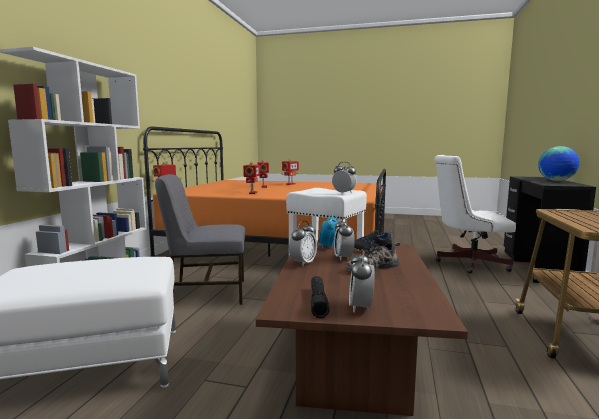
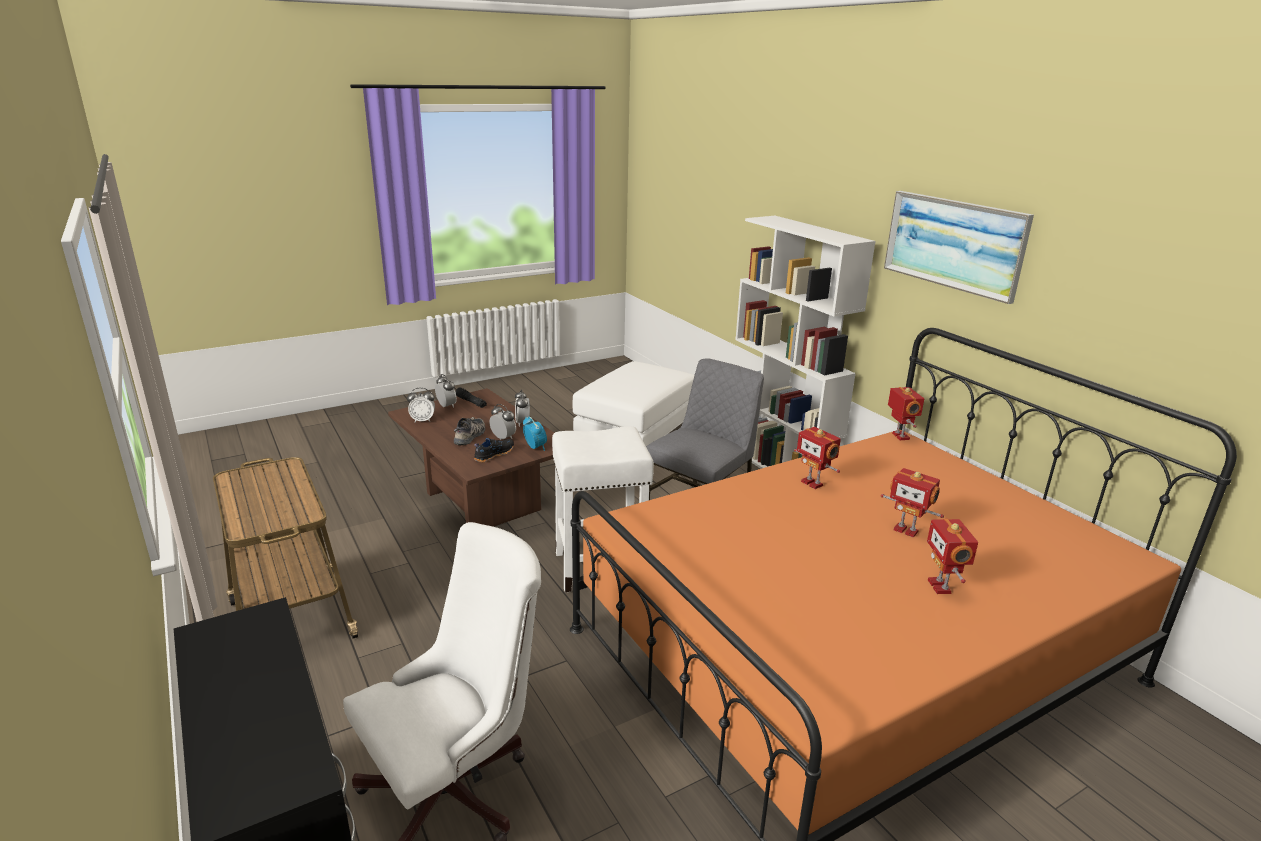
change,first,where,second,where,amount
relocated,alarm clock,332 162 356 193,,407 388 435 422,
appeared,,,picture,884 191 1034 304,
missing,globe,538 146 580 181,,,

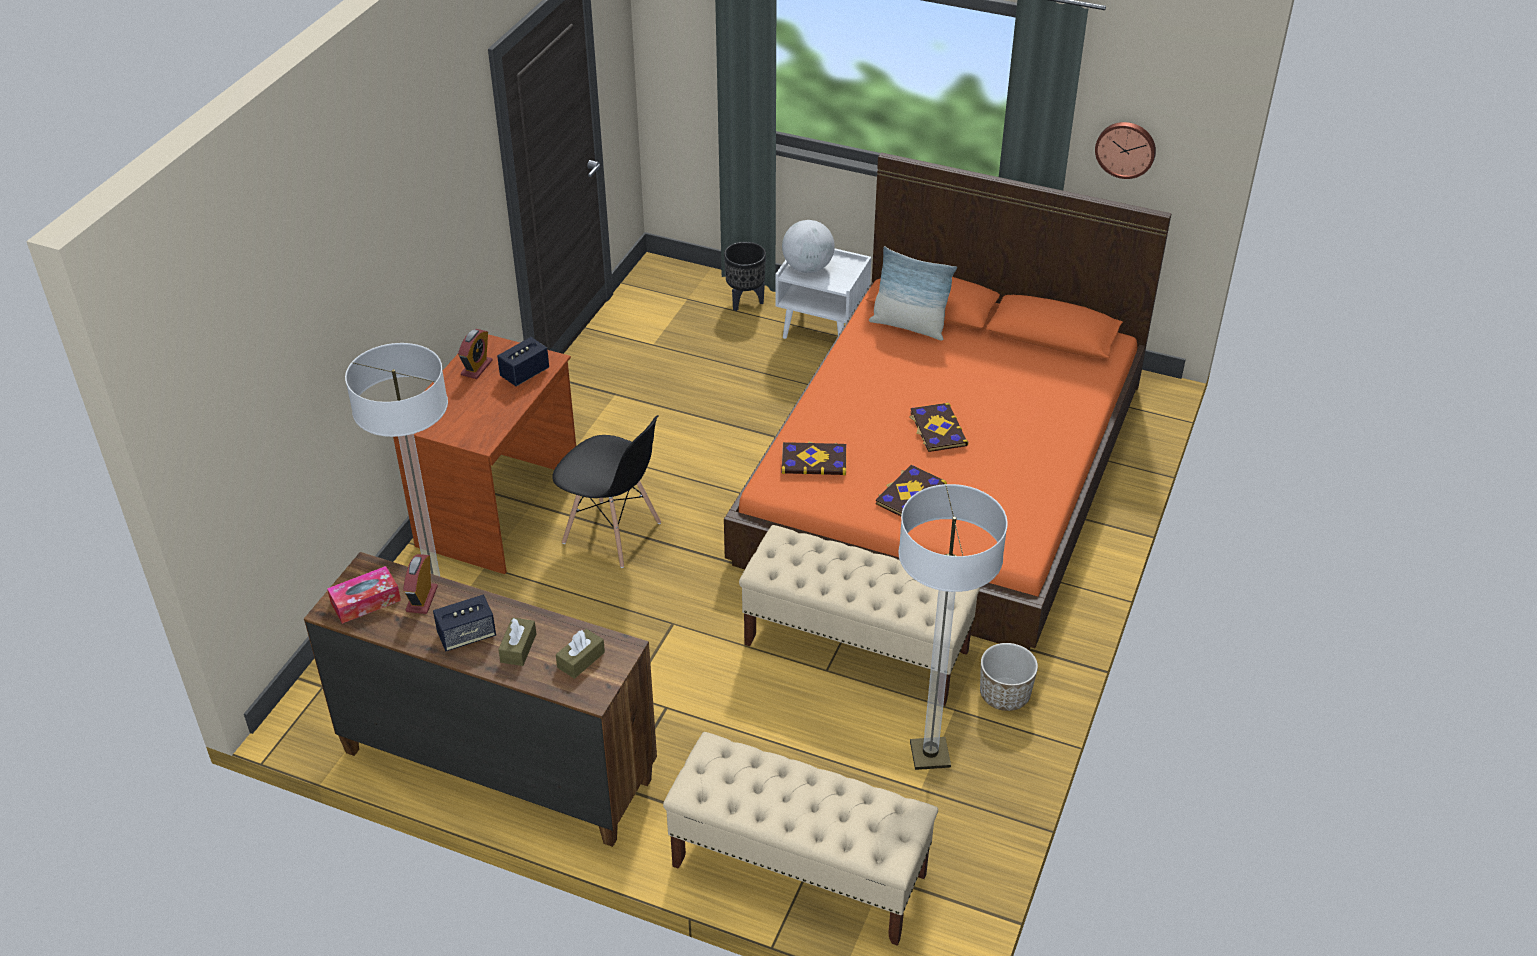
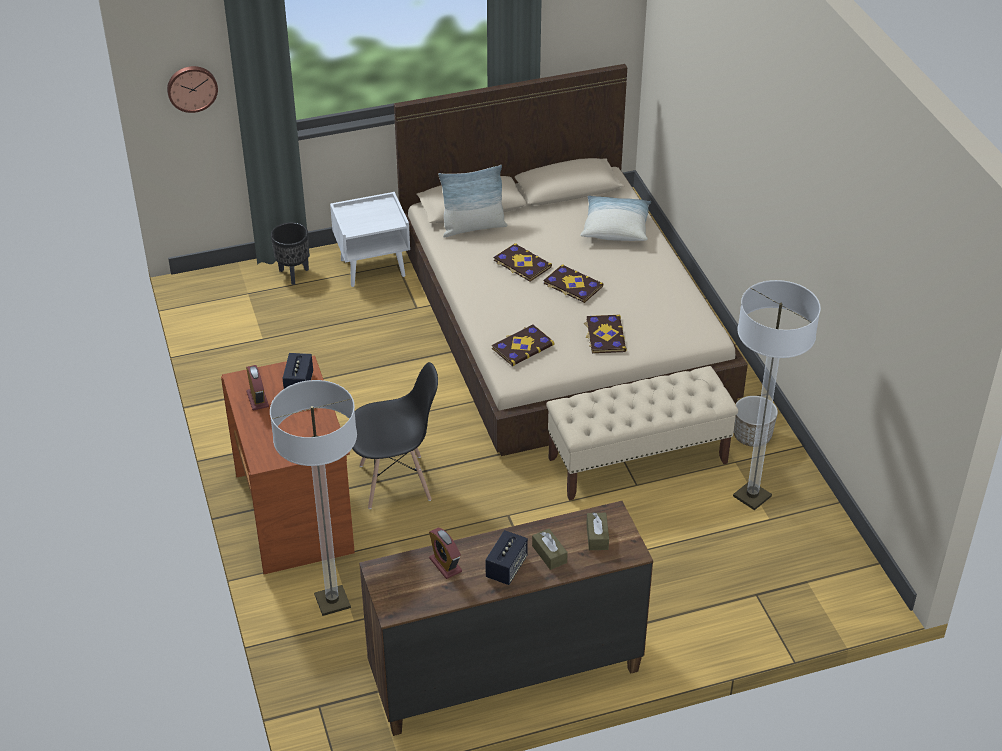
change,first,where,second,where,amount
relocated,wall clock,1095 122 1156 179,,167 66 218 113,
colour,bed (orange),724 152 1171 650,bed (beige),394 64 748 456,
appeared,,,book,494 243 552 282,
appeared,,,pillow,580 195 651 241,
missing,tissue box,327 566 401 624,,,
missing,bench (beige),663 732 938 946,,,
missing,globe,782 220 835 273,,,

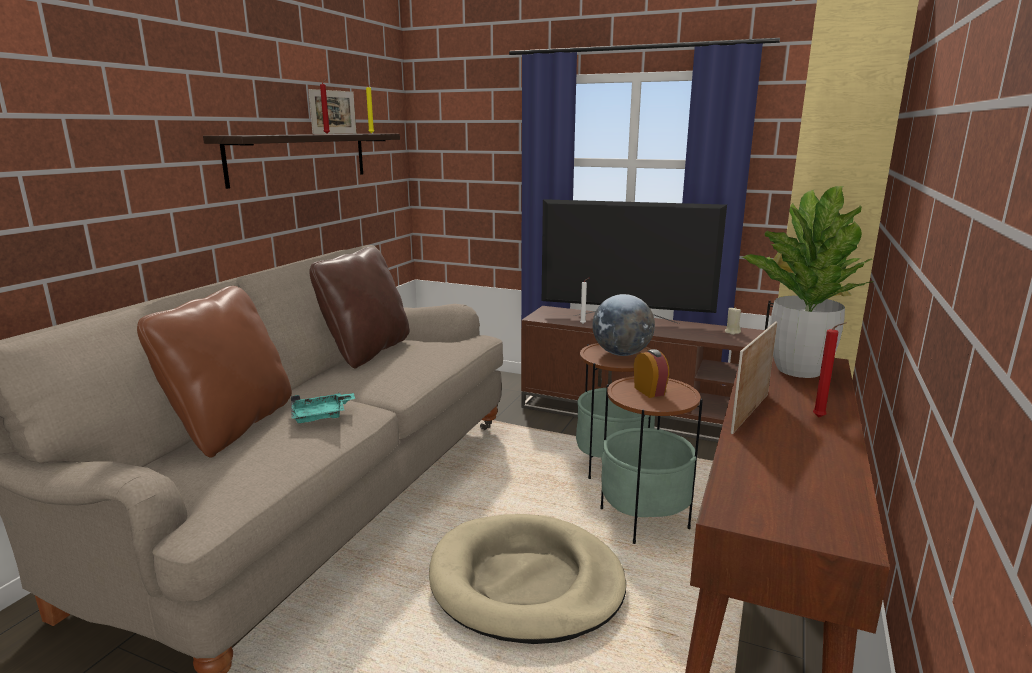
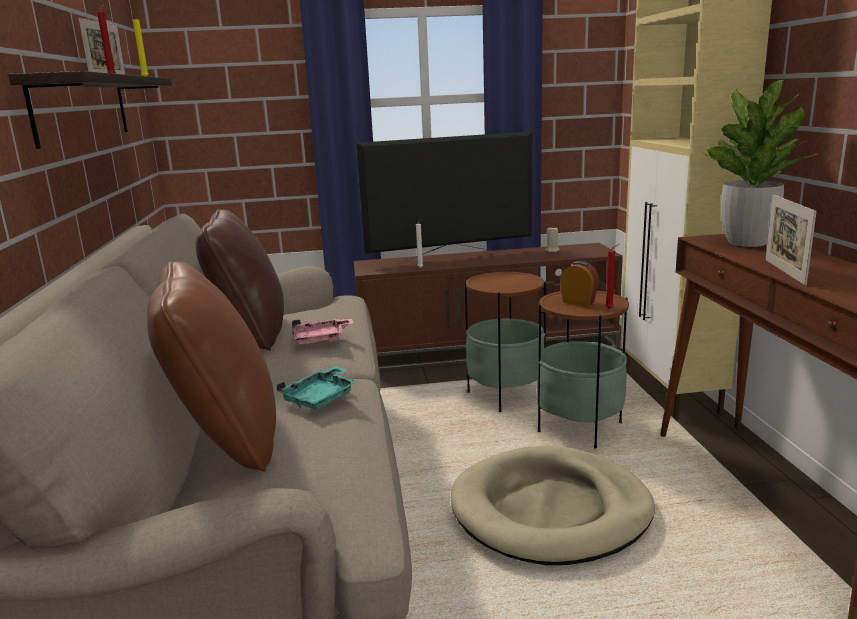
change,first,where,second,where,amount
appeared,,,tray (pink),292 318 353 344,
relocated,candle (red),813 322 846 417,,605 244 619 309,
missing,globe,592 294 655 356,,,

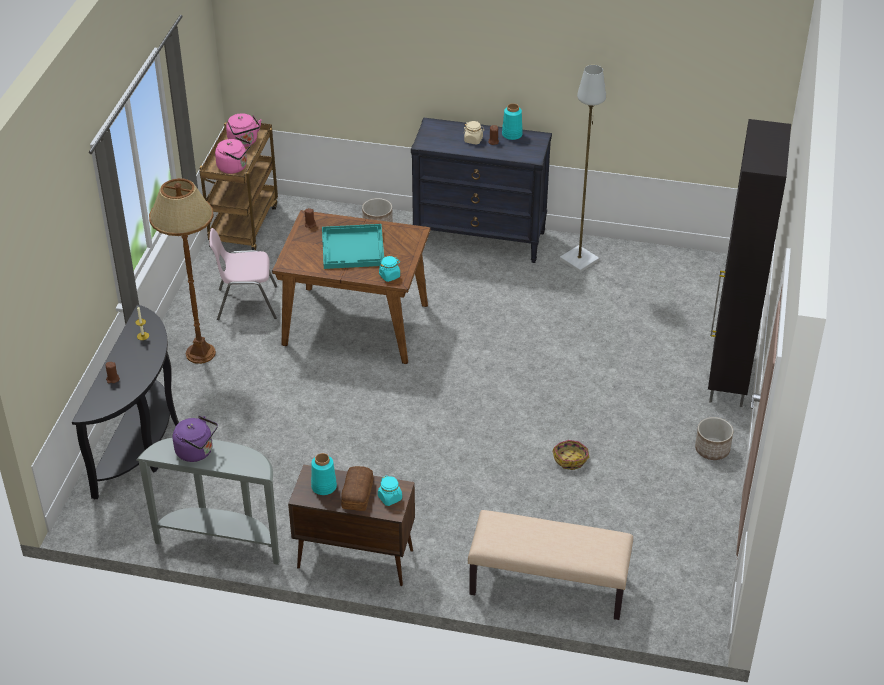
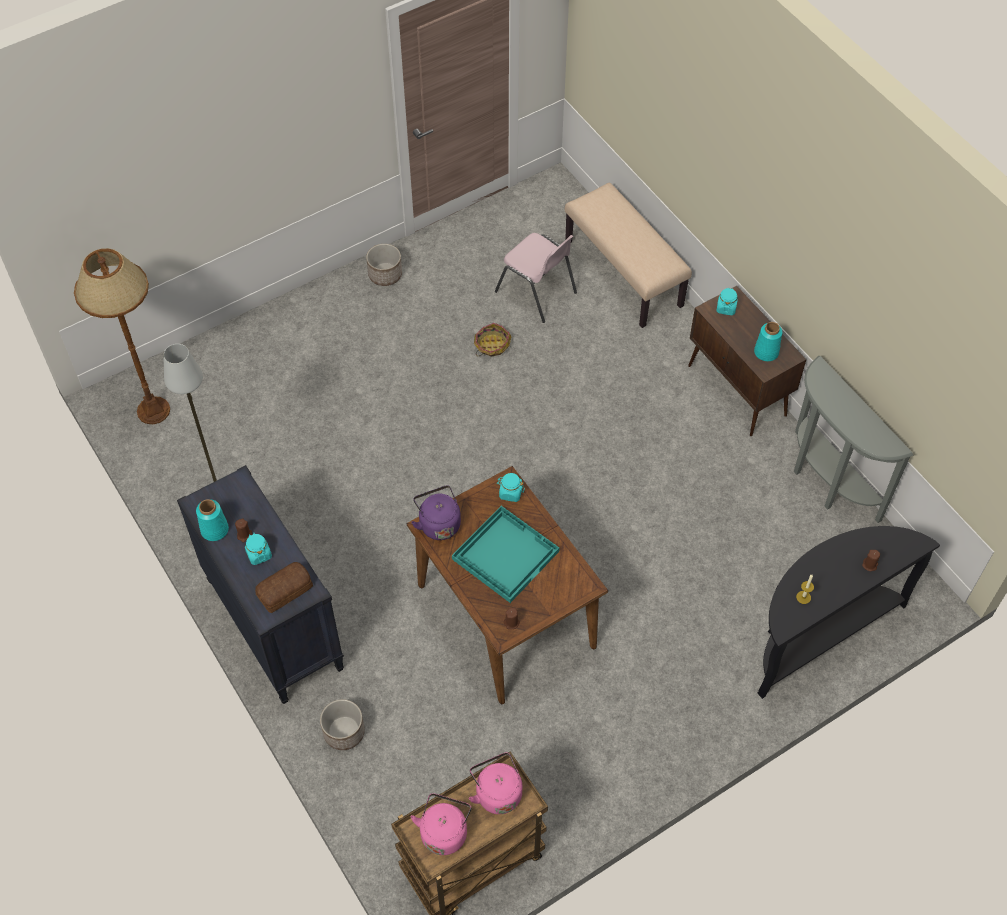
change,first,where,second,where,amount
relocated,floor lamp (brown),149 178 216 364,,74 248 170 424,
colour,jar (beige),463 121 484 145,jar (turquoise),245 533 272 565,
relocated,bread,341 466 373 511,,255 562 313 613,
relocated,kettle (purple),172 416 218 462,,411 485 461 540,
relocated,chair (pink),210 228 277 320,,495 233 577 323,
missing,cabinet (black),708 119 791 407,,,

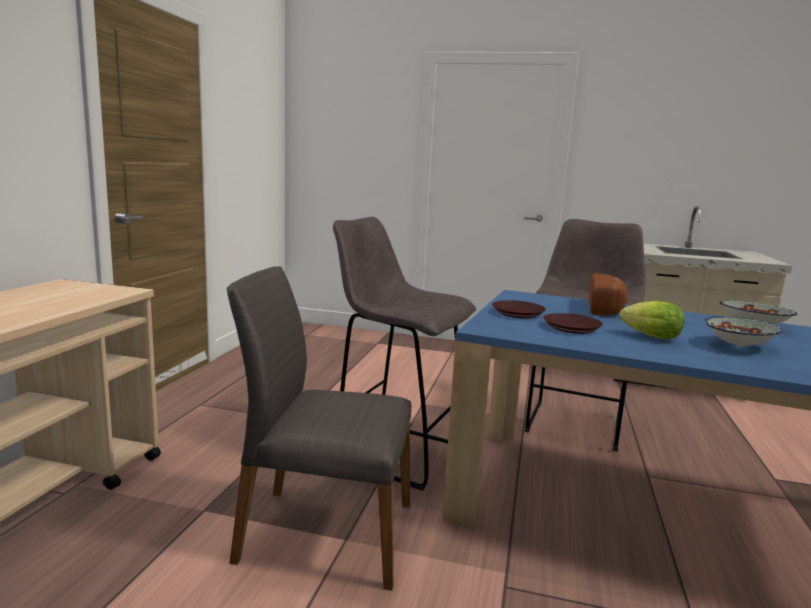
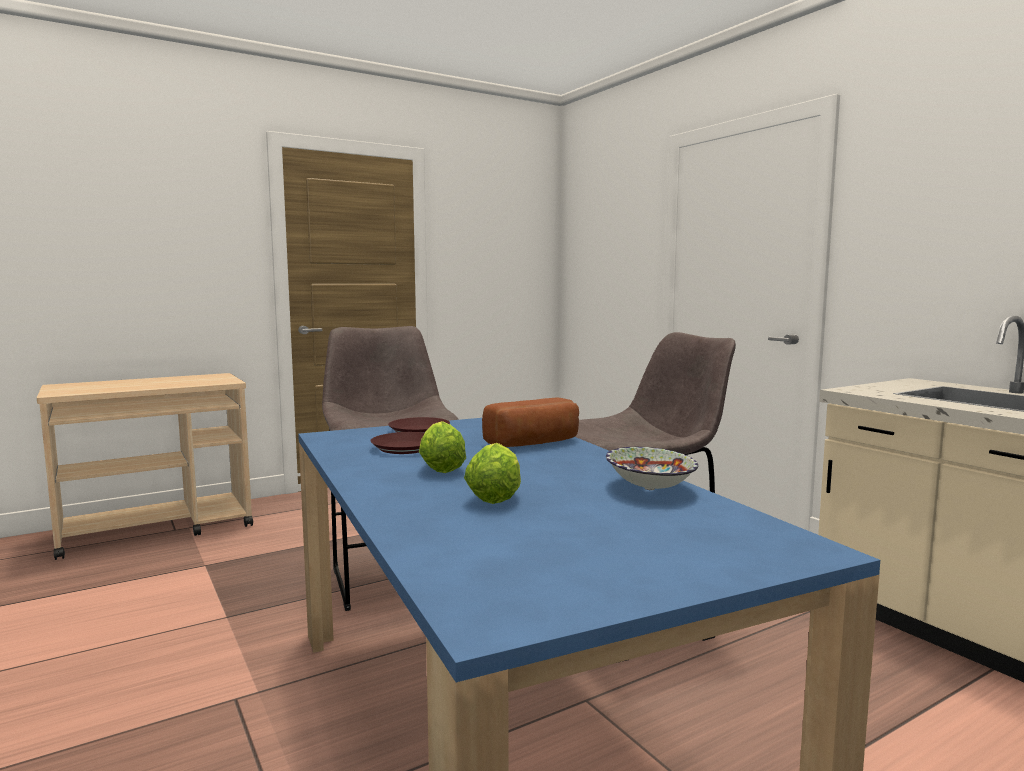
change,first,where,second,where,amount
exchanged,bowl,706 317 782 347,lettuce,464 443 521 504,
missing,chair (grey),227 266 411 590,,,

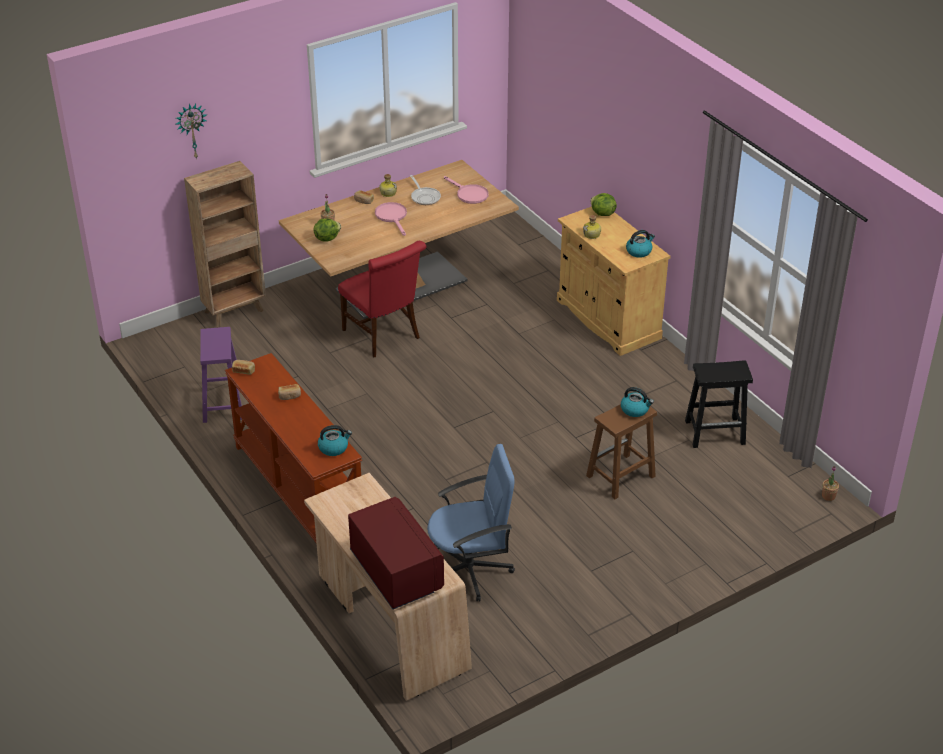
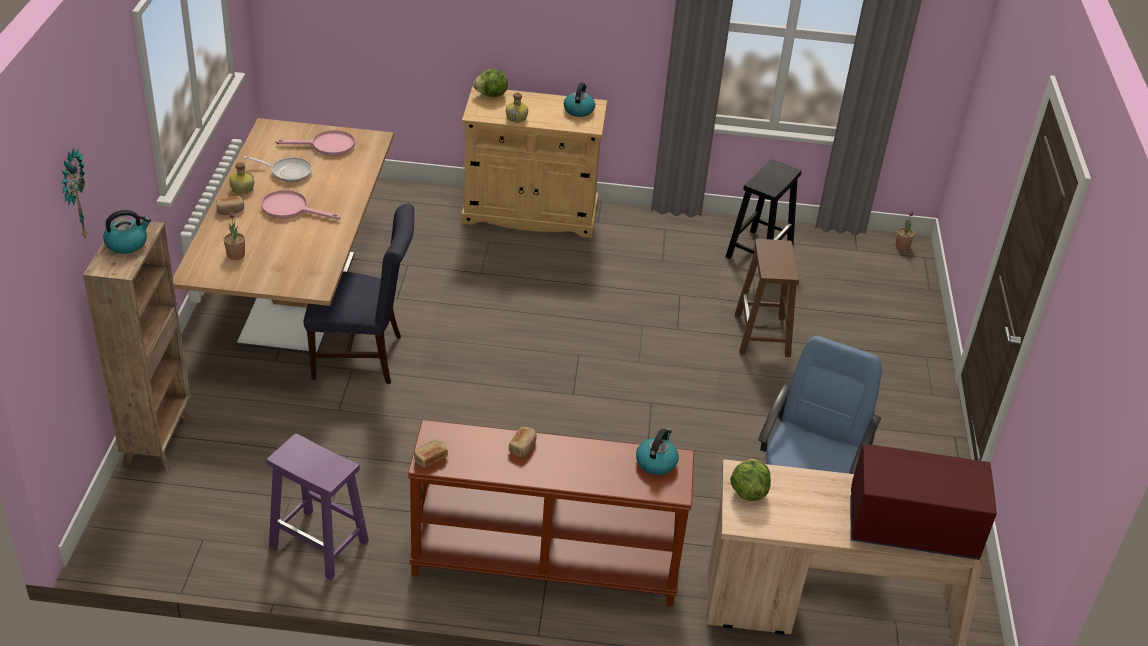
change,first,where,second,where,amount
relocated,kettle,621 387 654 417,,103 210 151 254,
colour,chair (red),338 241 427 358,chair (blue),303 204 414 385,
relocated,lettuce,313 218 341 242,,730 459 771 501,

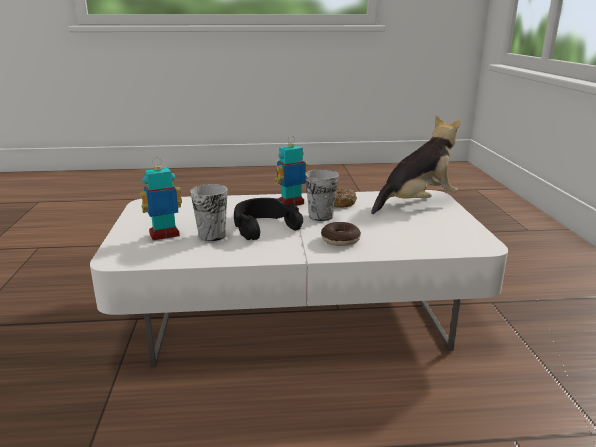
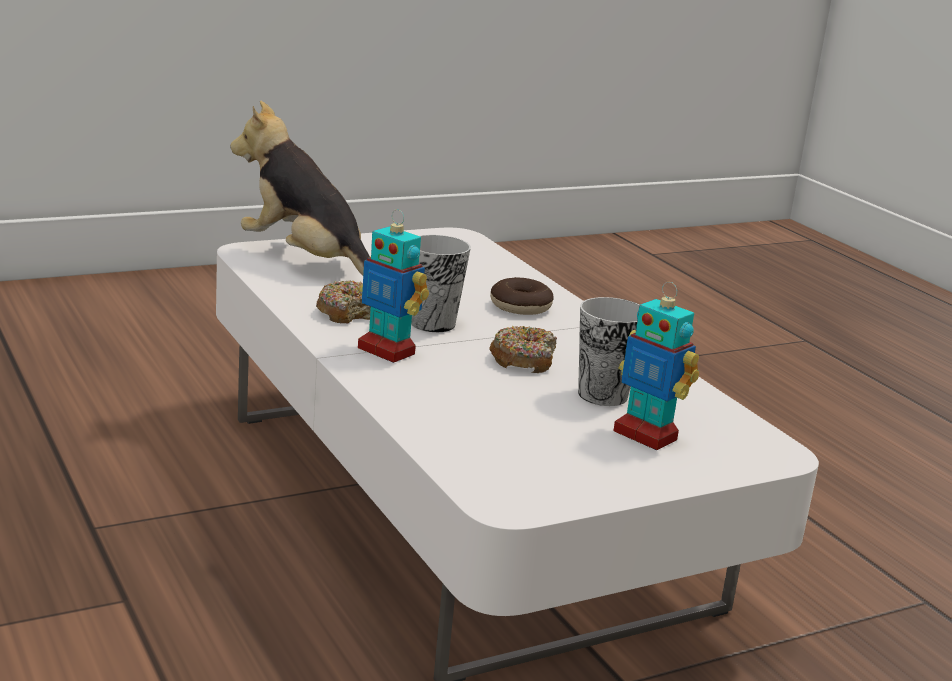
change,first,where,second,where,amount
exchanged,headphones (black),234 198 303 240,donut,489 326 557 373,

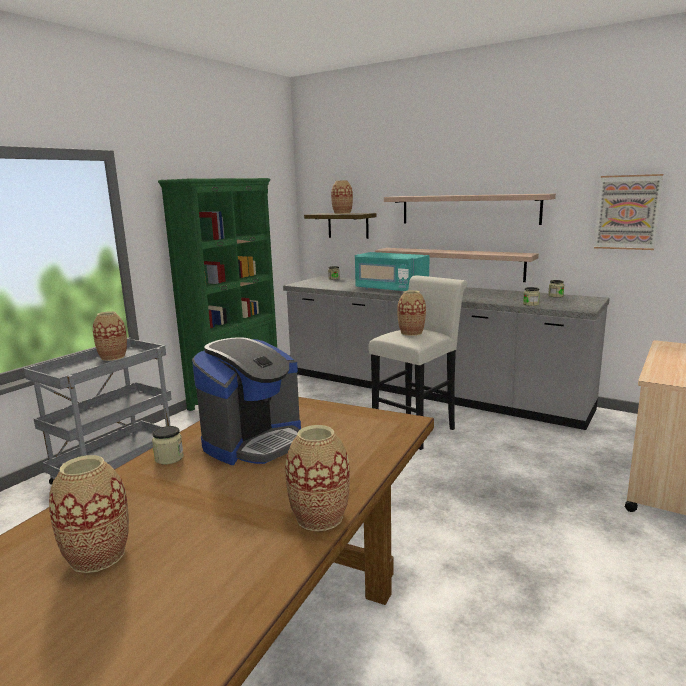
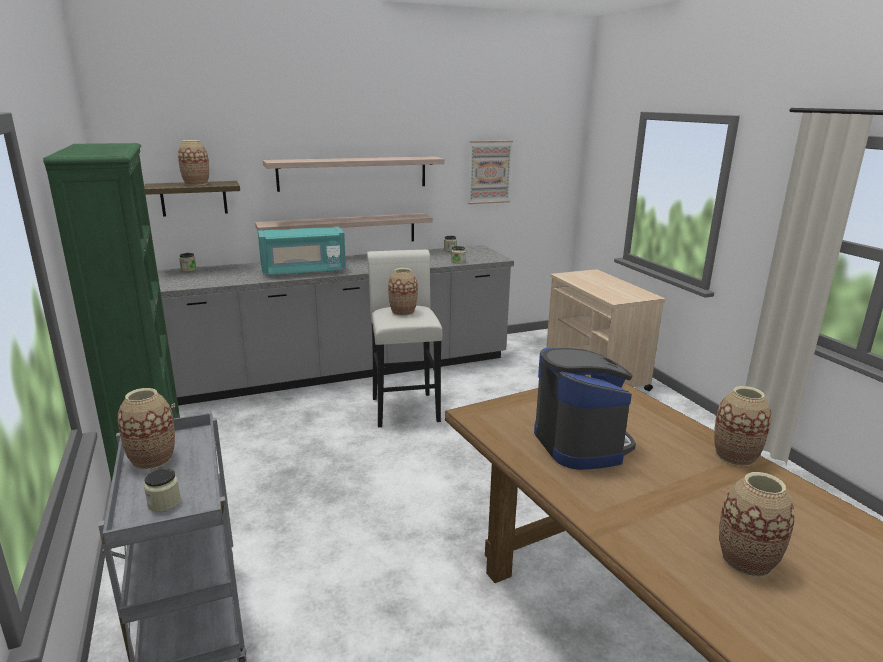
change,first,where,second,where,amount
relocated,jar,152 426 184 465,,144 468 181 512,

